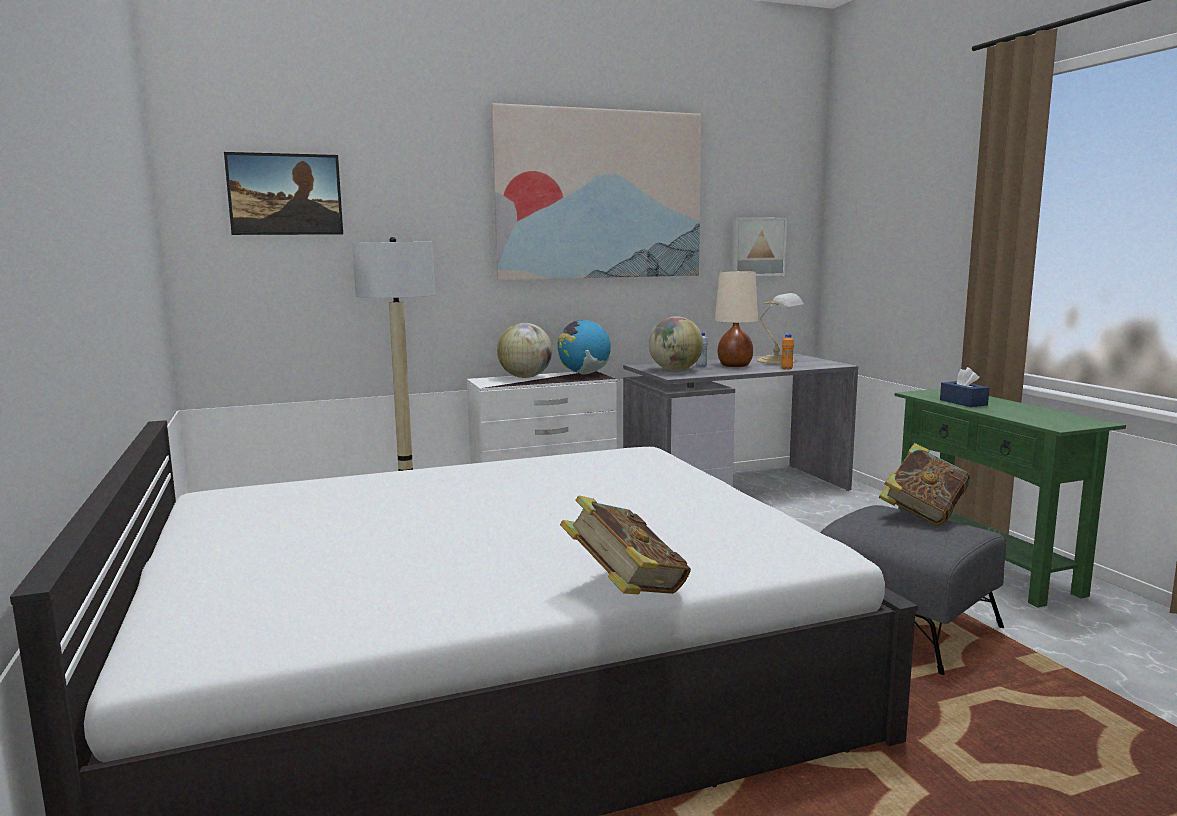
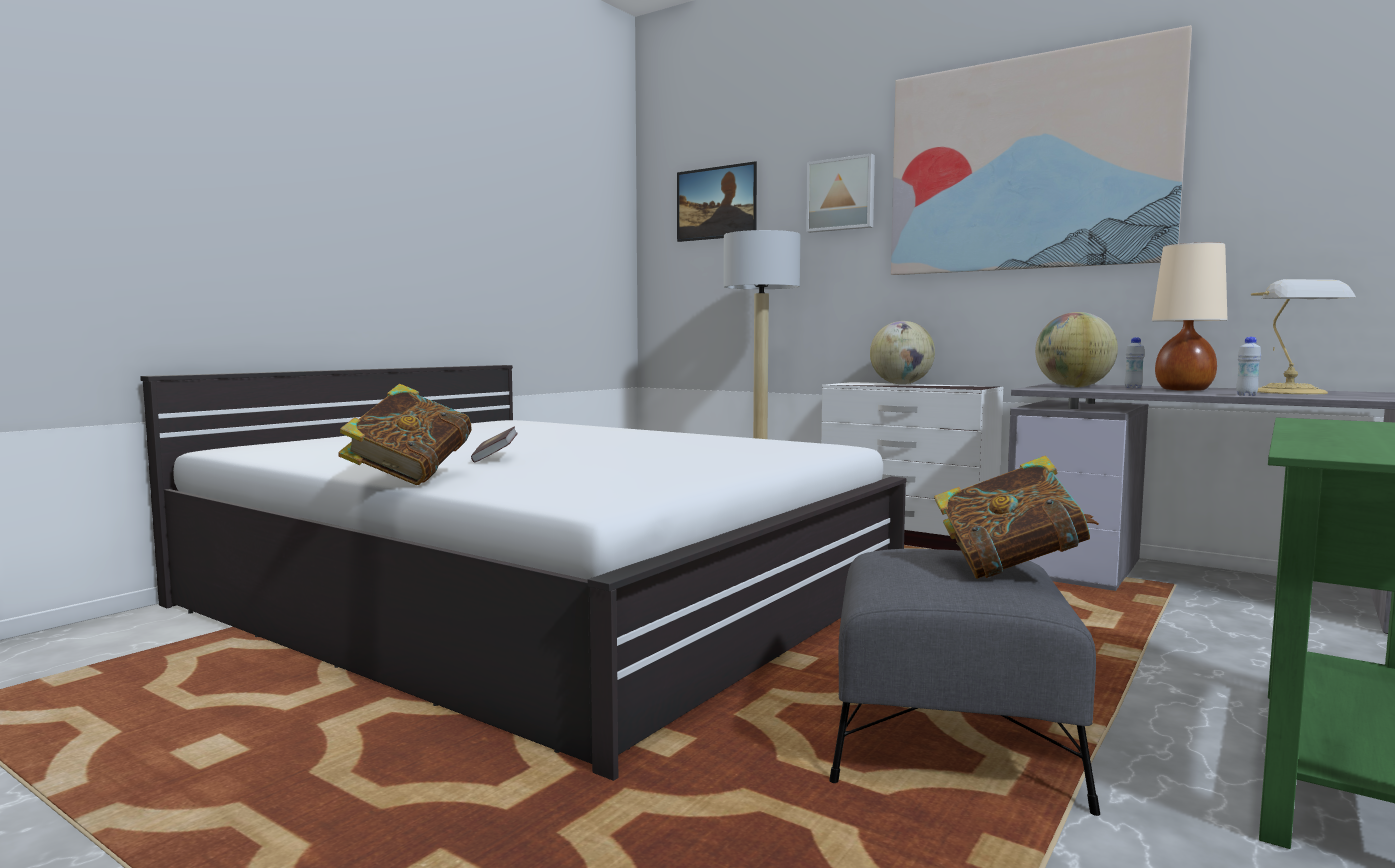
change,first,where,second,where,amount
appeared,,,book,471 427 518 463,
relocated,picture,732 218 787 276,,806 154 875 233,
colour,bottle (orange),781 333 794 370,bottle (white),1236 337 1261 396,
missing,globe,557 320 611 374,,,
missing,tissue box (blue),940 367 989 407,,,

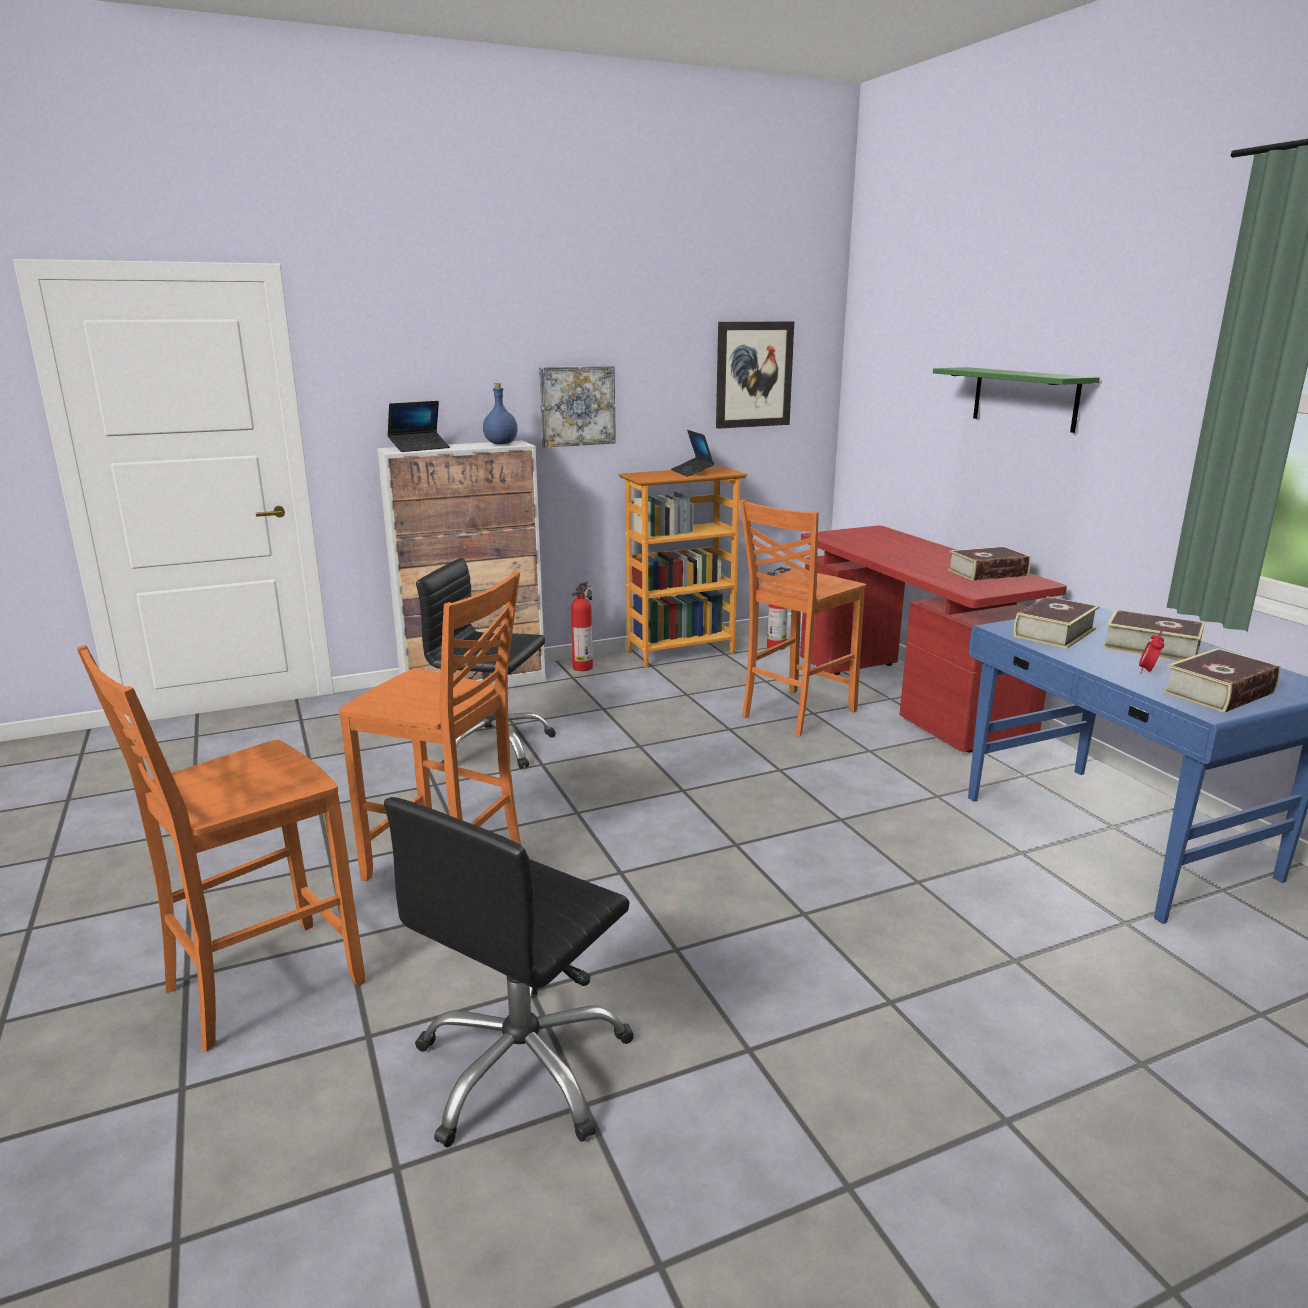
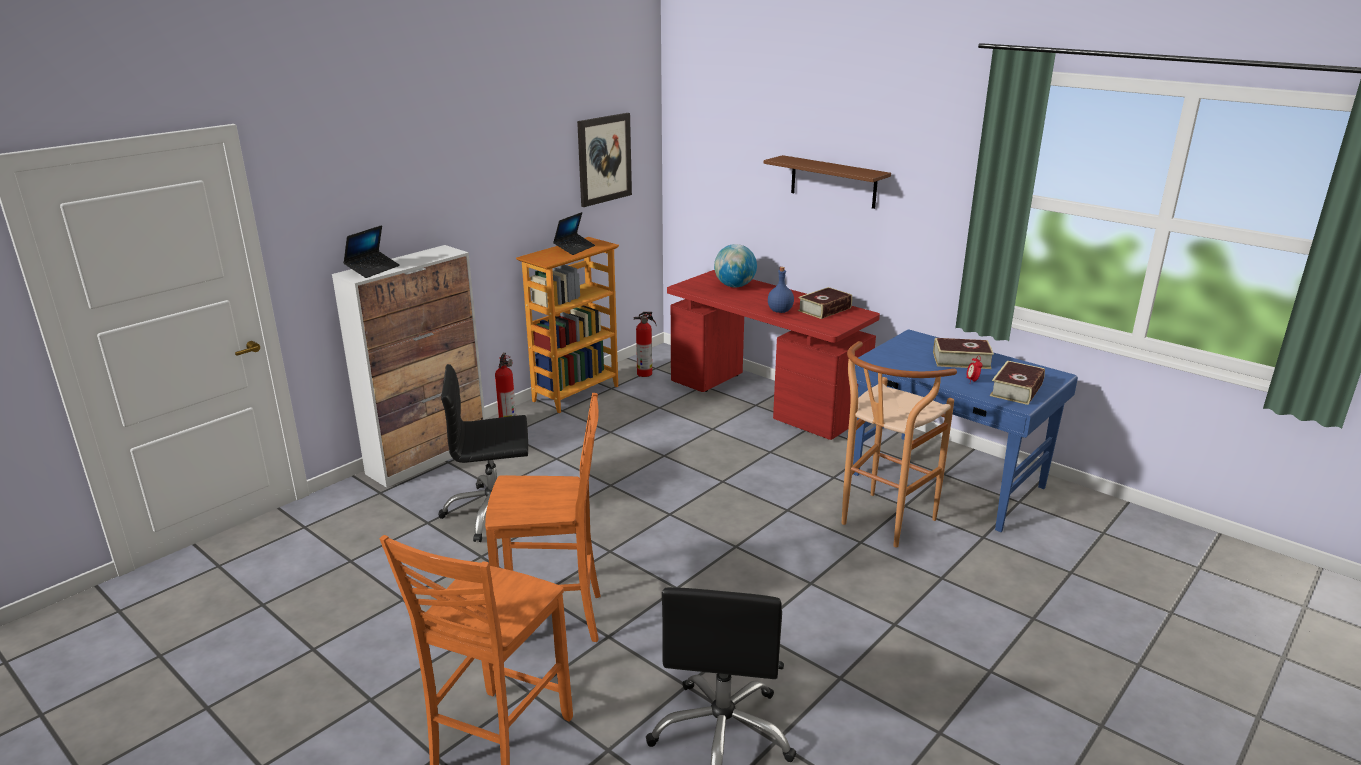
change,first,where,second,where,amount
spun,laptop,671 430 714 477,,553 212 595 255,105 degrees counterclockwise
appeared,,,globe,714 244 757 287,
colour,shelf (green),933 367 1100 433,shelf (brown),764 155 891 209,
relocated,bottle (blue),483 383 518 444,,768 267 794 313,
appeared,,,stool (brown),842 341 957 547,
missing,picture,539 366 616 448,,,
missing,chair (orange),740 500 866 737,,,
missing,book,1014 596 1100 649,,,

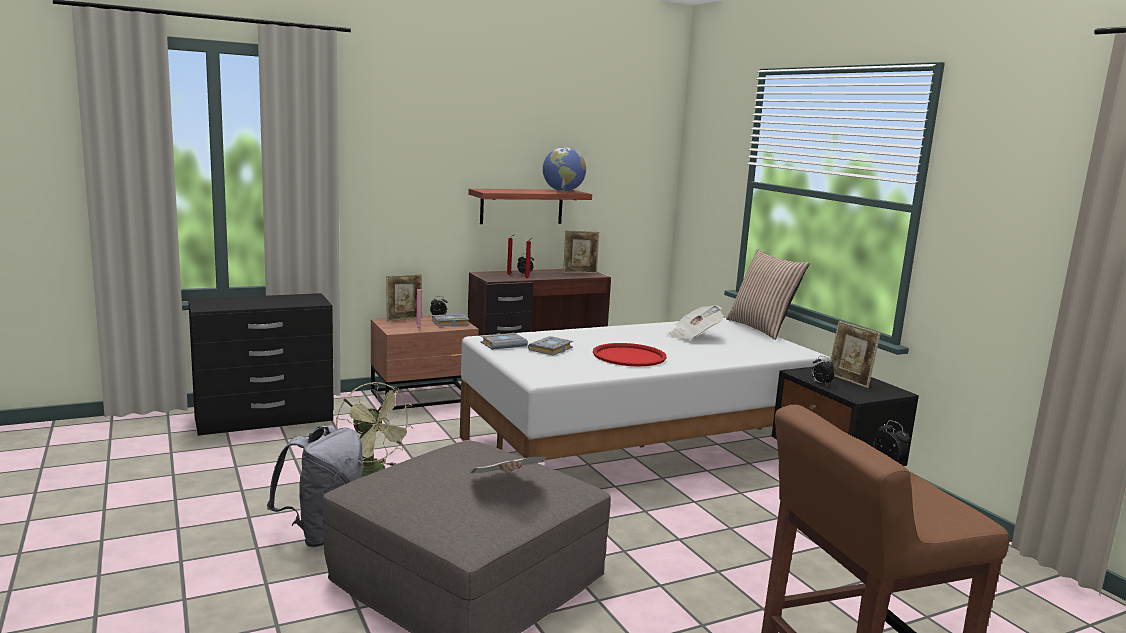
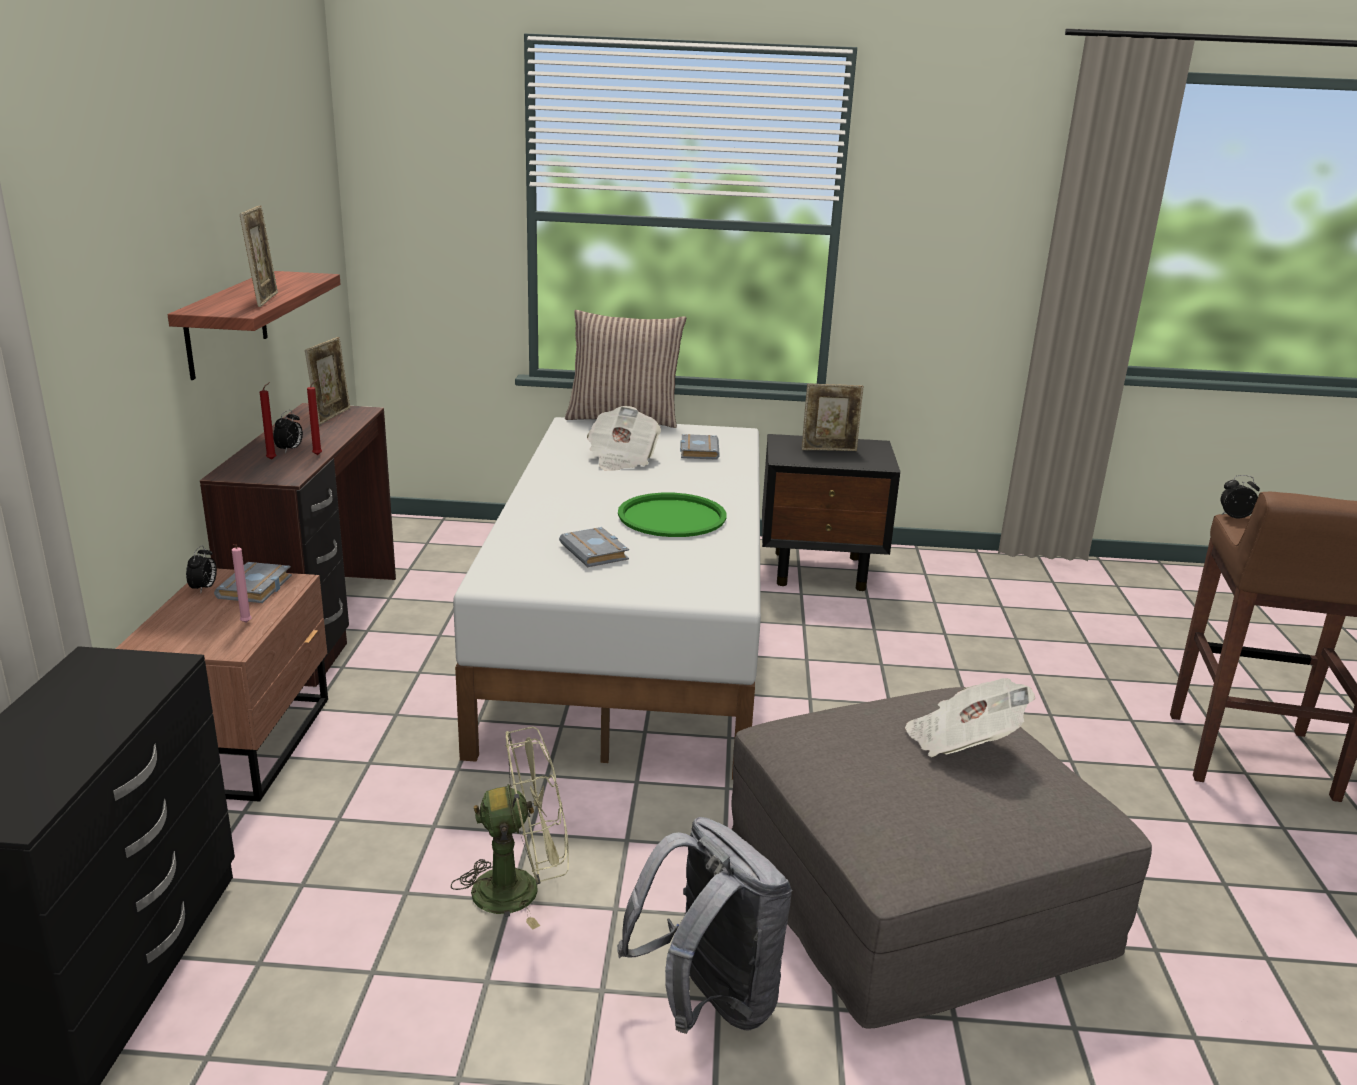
change,first,where,second,where,amount
relocated,picture frame,386 274 422 321,,240 205 278 307,
colour,tray (red),593 343 666 366,tray (green),618 493 727 537,
relocated,book (grey),481 333 528 350,,680 434 720 460,
missing,globe,543 147 586 192,,,
missing,alarm clock,811 356 835 385,,,

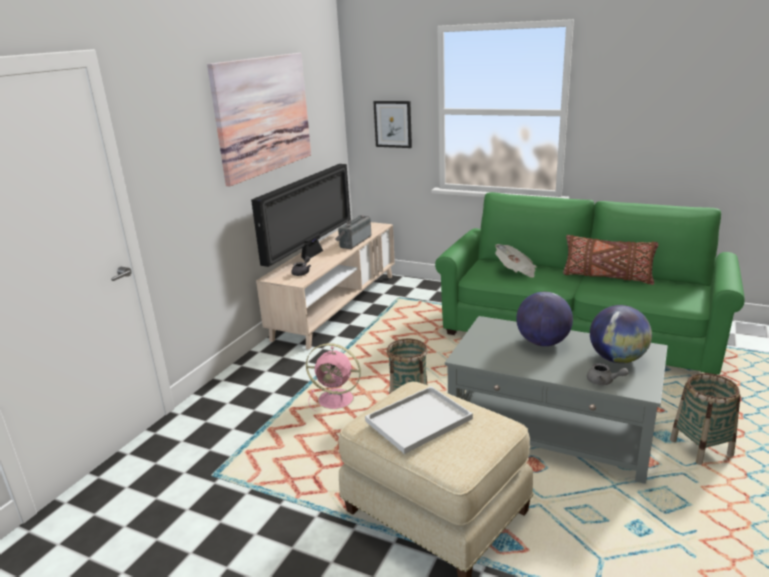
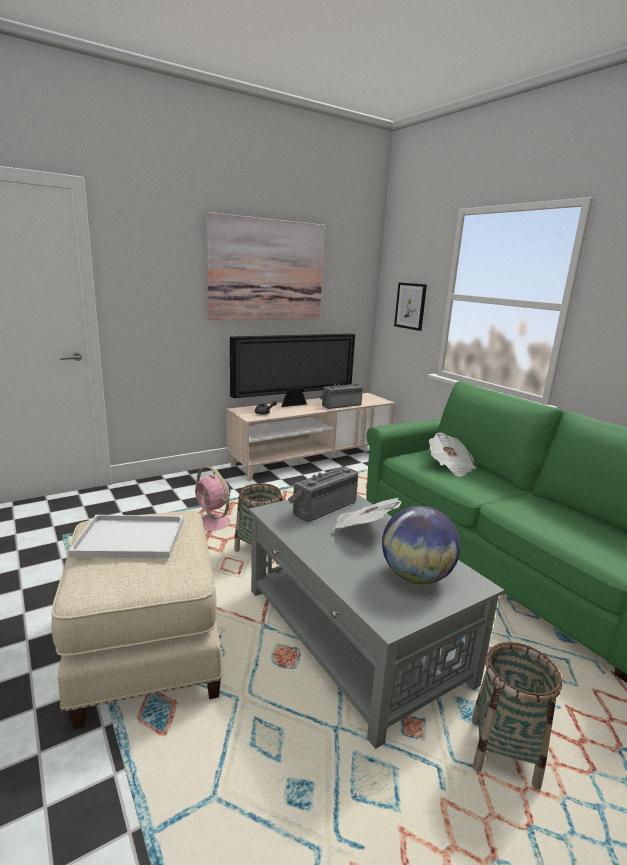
change,first,where,second,where,amount
appeared,,,radio,288 466 358 522,
exchanged,globe,516 292 573 346,newspaper,333 498 401 529,
missing,pillow (brown),563 235 658 285,,,
missing,teapot (grey),587 363 628 385,,,

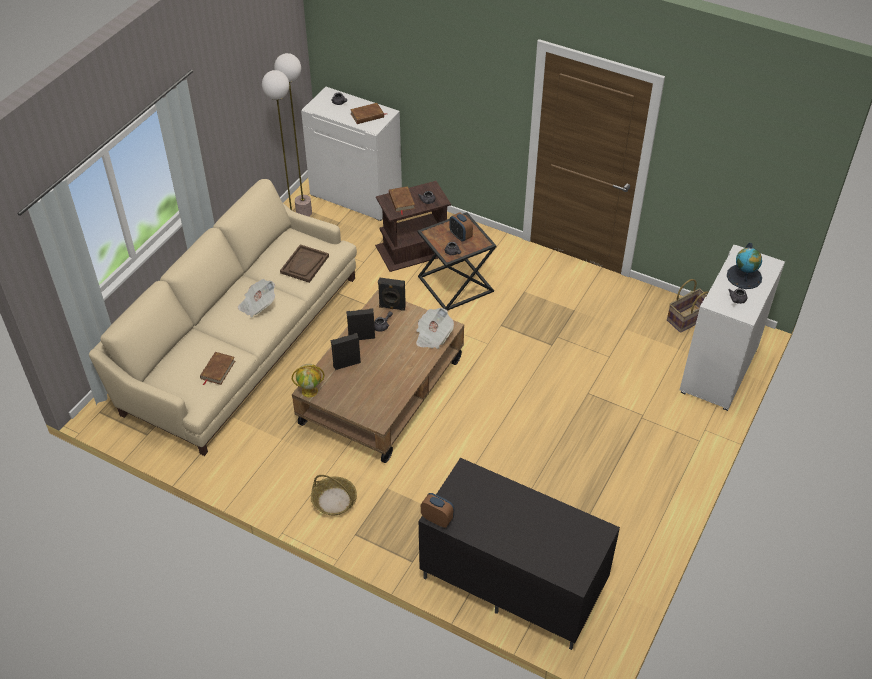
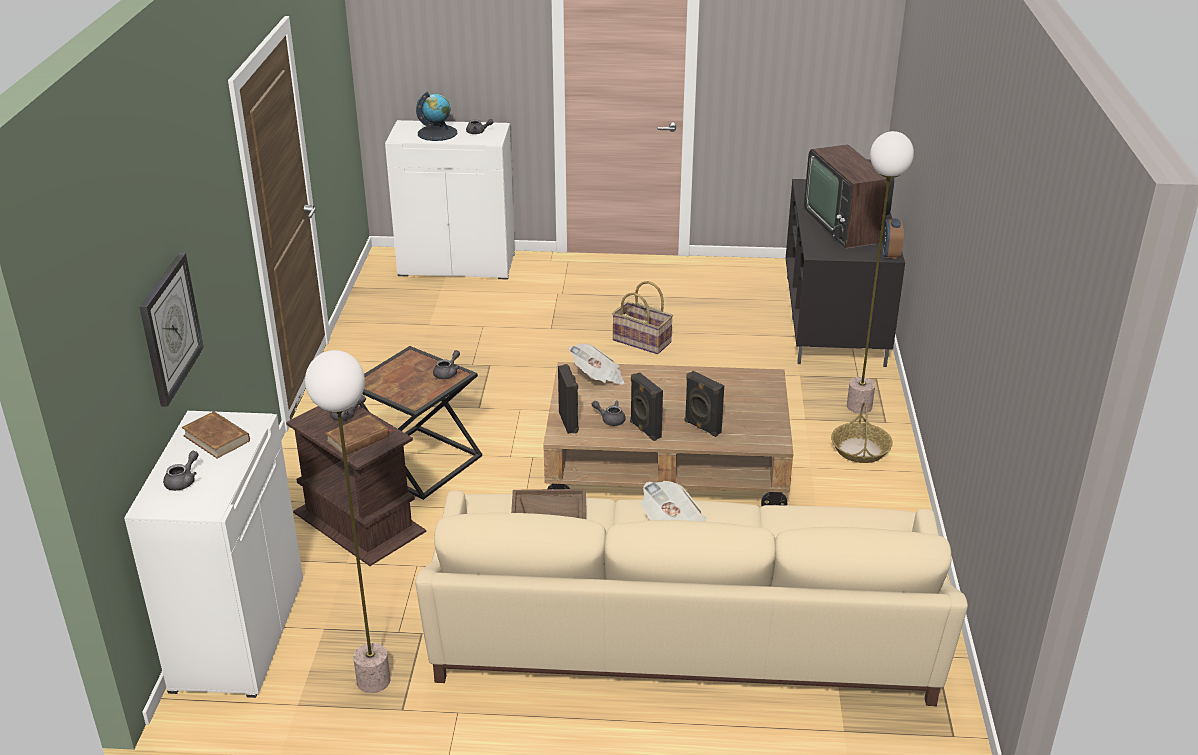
change,first,where,second,where,amount
appeared,,,wall clock,139 253 204 407,
relocated,basket,667 279 708 333,,612 281 673 354,
appeared,,,television,804 145 895 248,
relocated,floor lamp,274 53 312 216,,847 131 914 414,
missing,book (brown),200 352 235 385,,,
missing,globe,292 364 324 397,,,
missing,alarm clock,449 212 473 242,,,

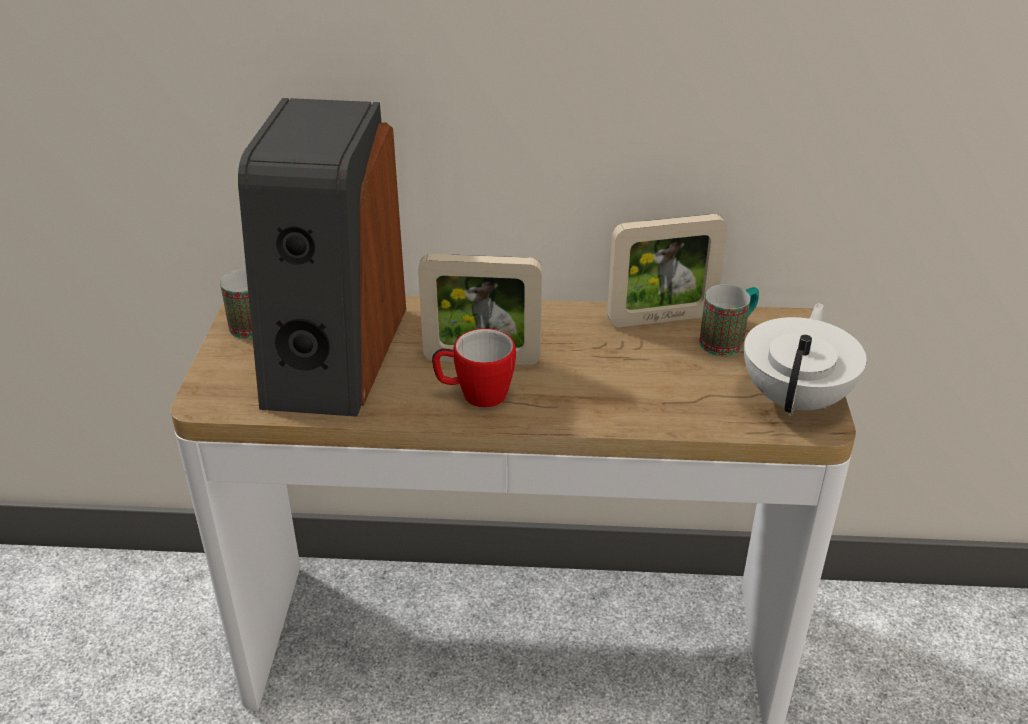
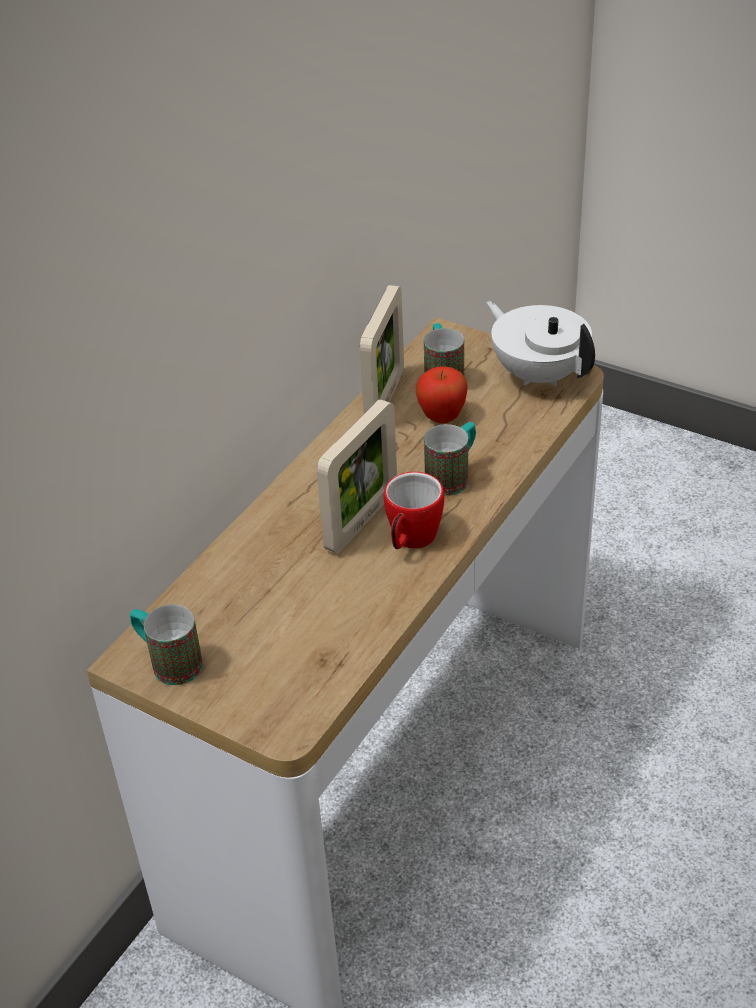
change,first,where,second,where,amount
appeared,,,apple,416 366 468 424,
appeared,,,mug,424 422 476 496,
missing,speaker,238 98 406 417,,,

